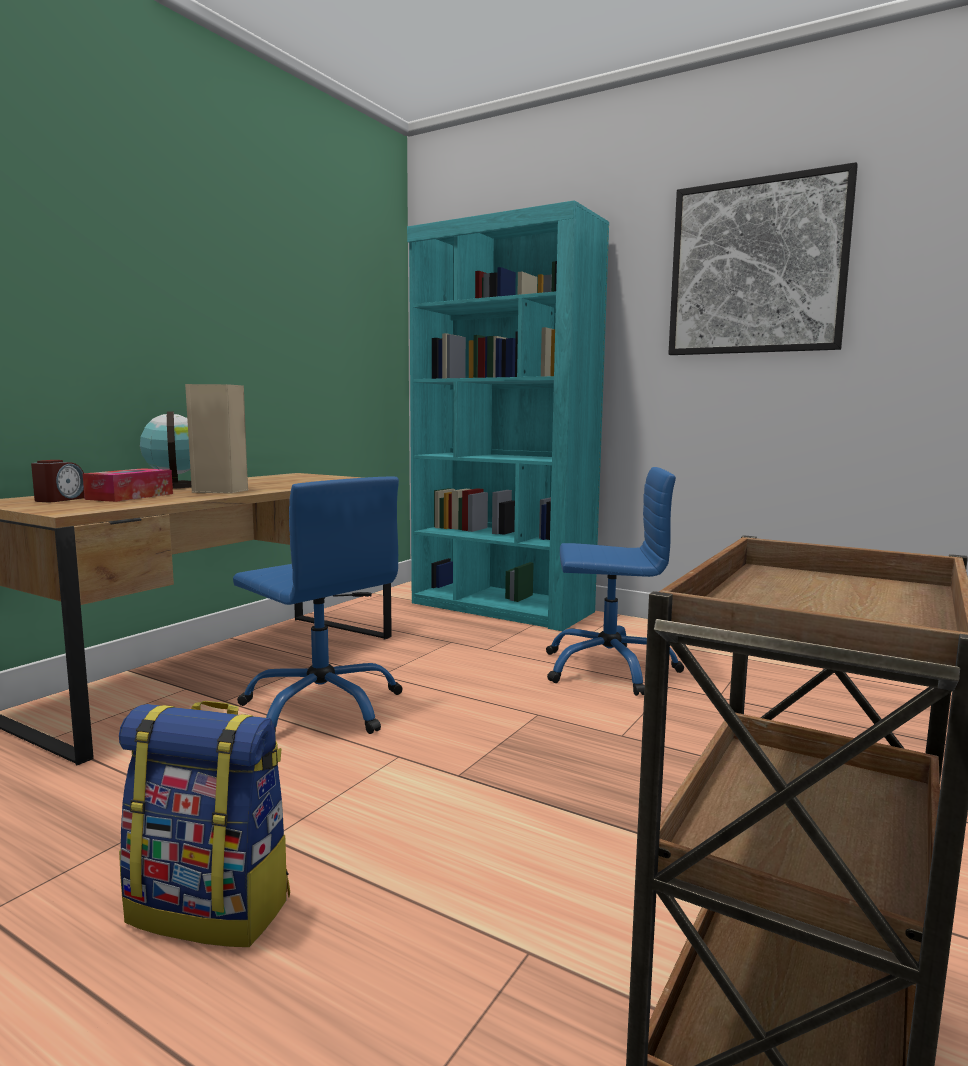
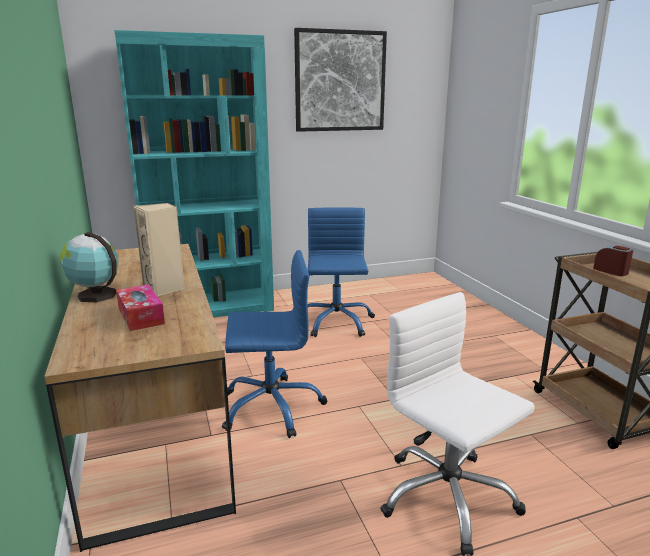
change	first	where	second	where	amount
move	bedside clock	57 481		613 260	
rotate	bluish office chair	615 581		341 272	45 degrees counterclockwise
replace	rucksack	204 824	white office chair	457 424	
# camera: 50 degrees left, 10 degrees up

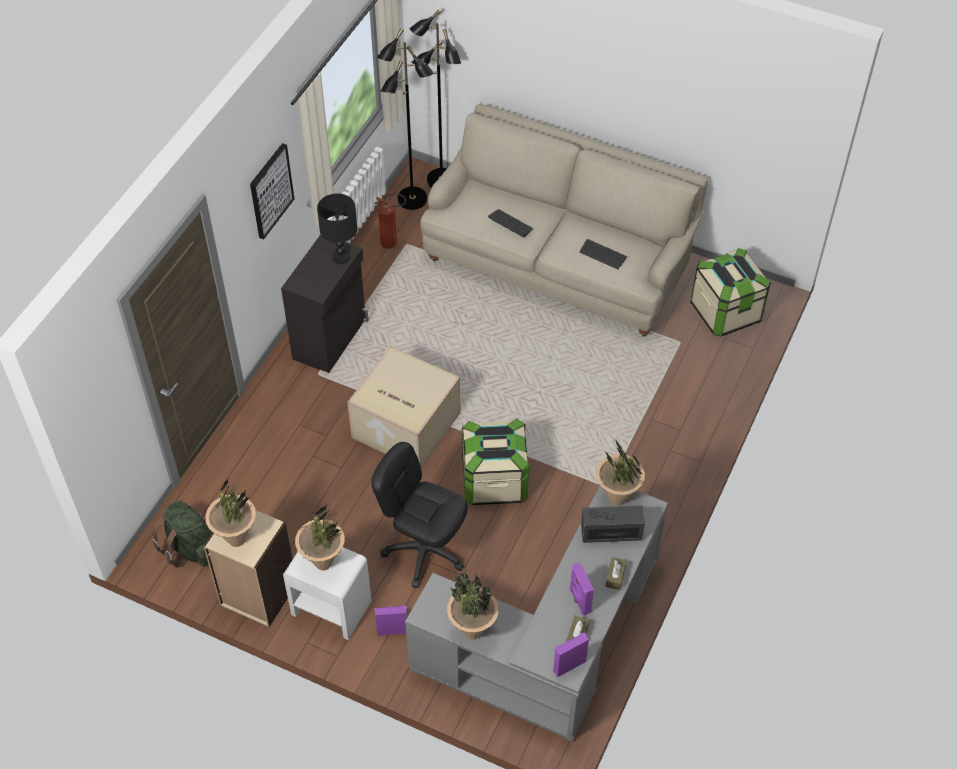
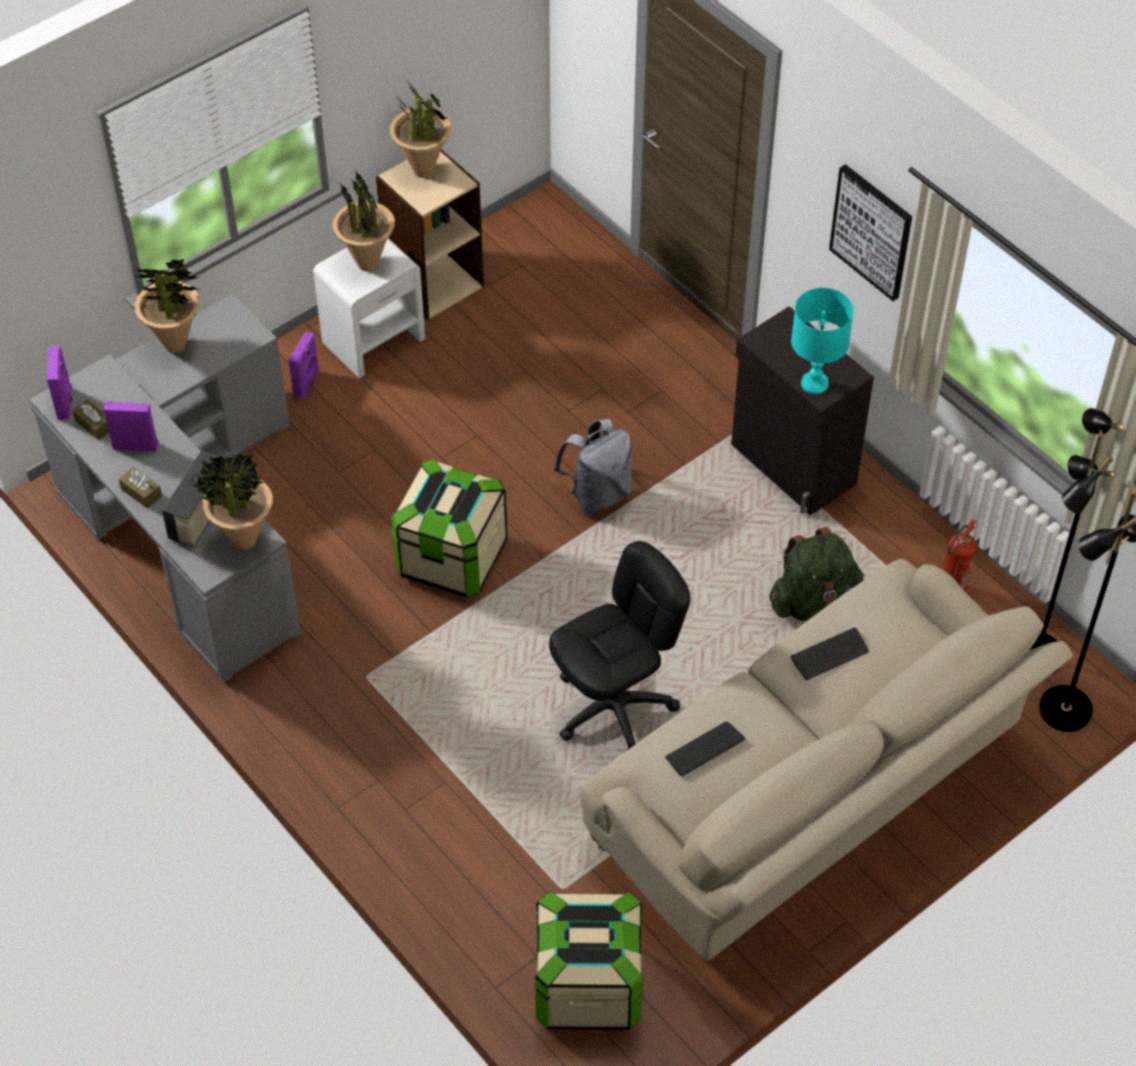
change	first	where	second	where	amount
recolor	blackish lamp for a table	337 228	blue-green lamp for a table	822 341	
replace	cardboard box	403 407	grey rucksack	592 467	
move	blackish office chair	419 515		619 645	
move	greenish rucksack	182 534		817 574	
# camera: 115 degrees right, 0 degrees up

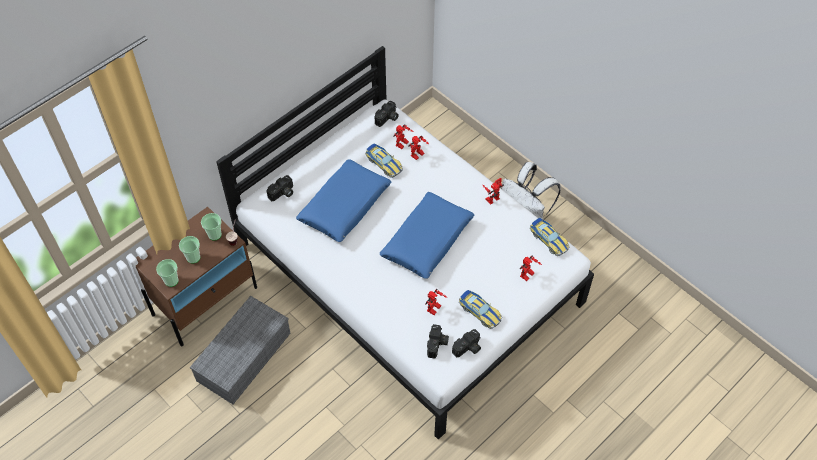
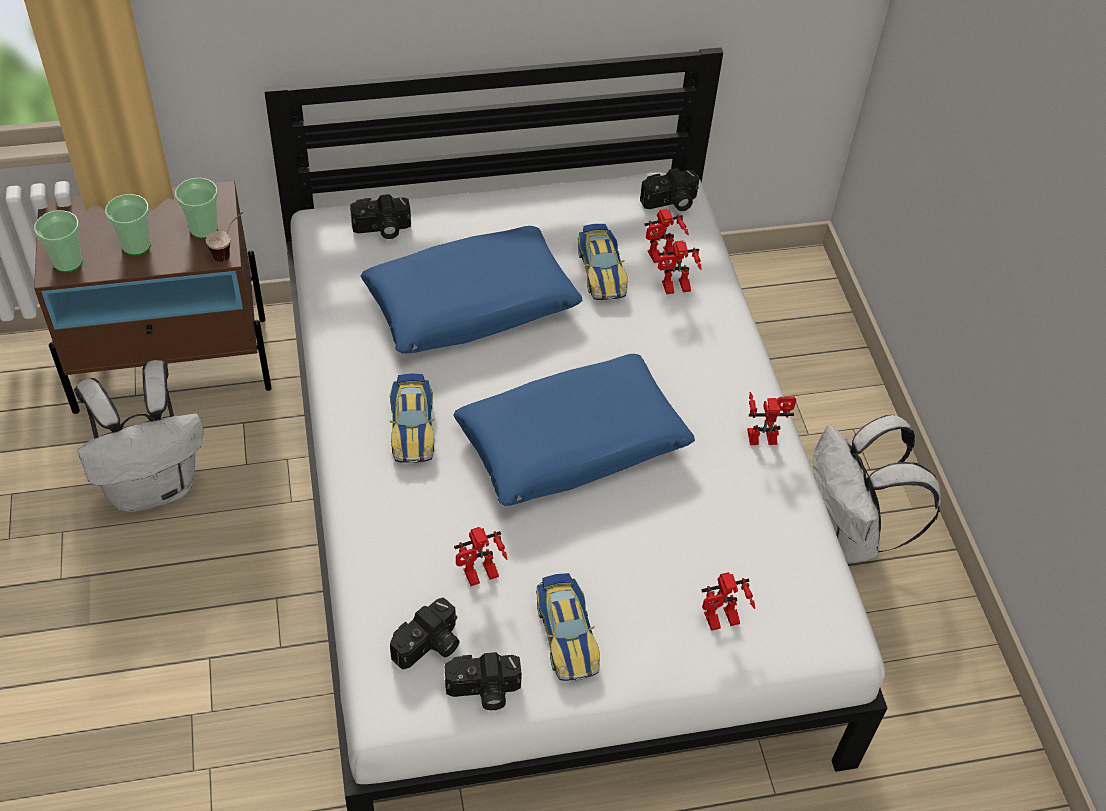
change	first	where	second	where	amount
move	toy car	550 237		412 418	
replace	grey storage container	240 350	white rucksack	139 436	
# camera: 30 degrees right, 5 degrees down

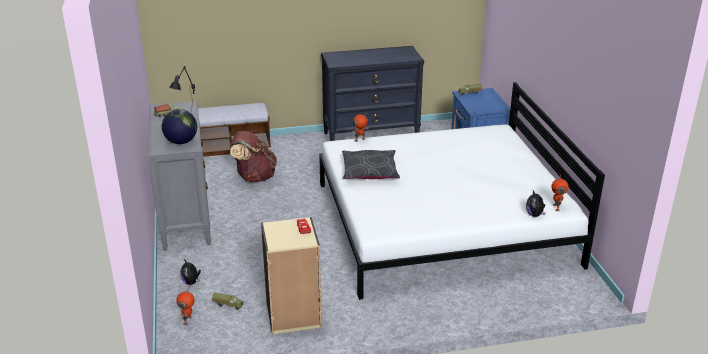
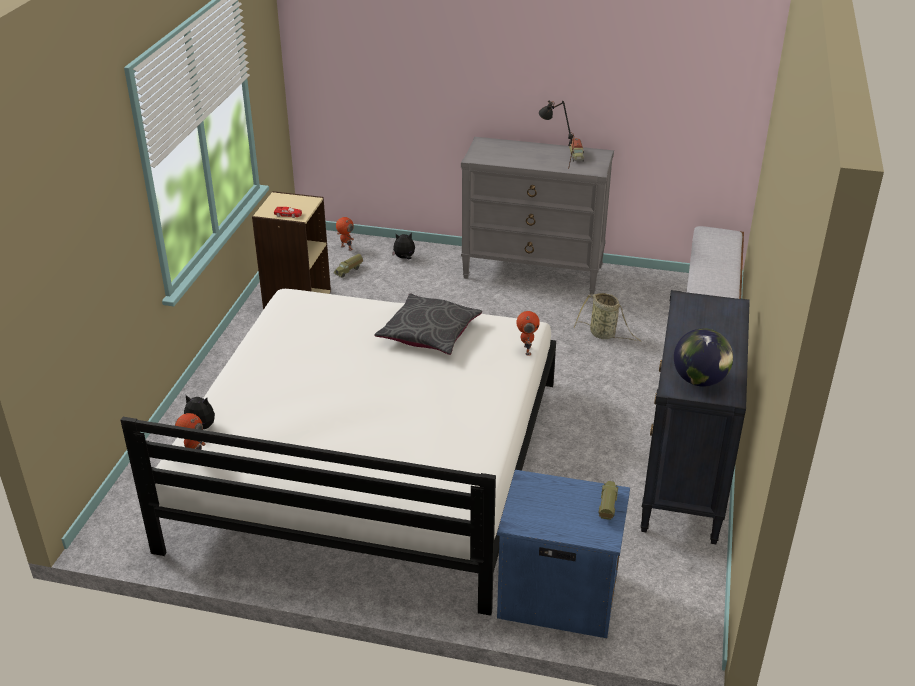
change	first	where	second	where	amount
move	globe	179 126		703 357	
replace	brown rucksack	253 156	storage basket	607 317	
# camera: 115 degrees right, 5 degrees up

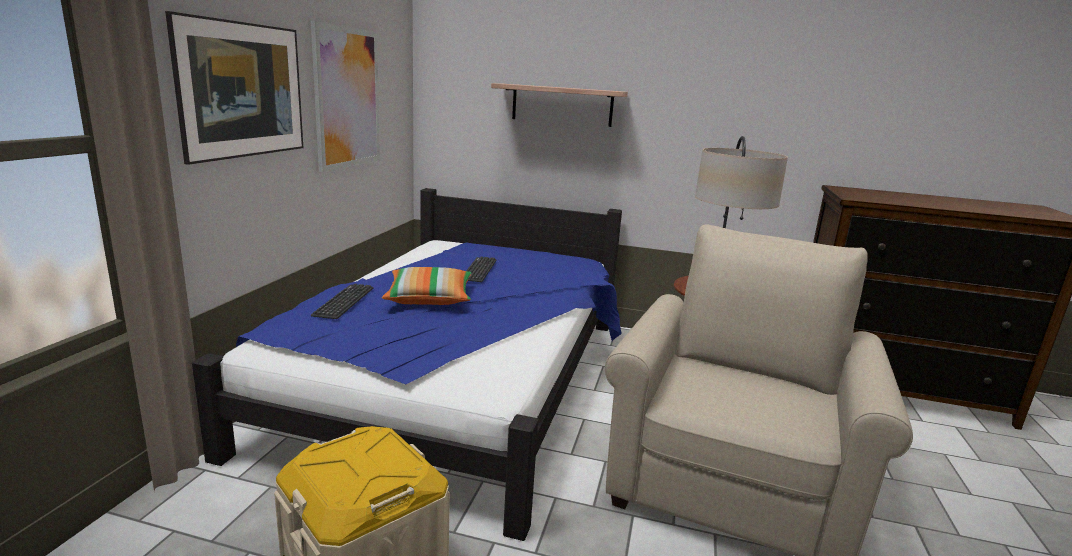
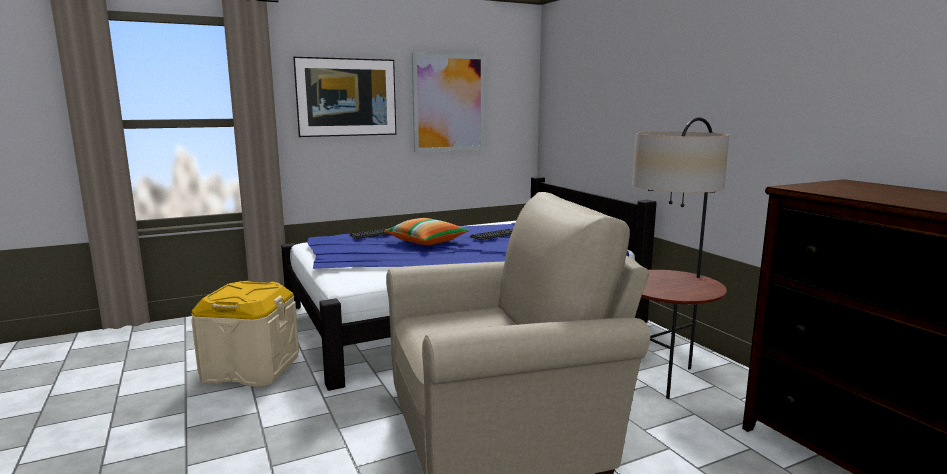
change	first	where	second	where	amount
delete	bracket shelf	559 105			
# camera: 50 degrees right, 5 degrees down

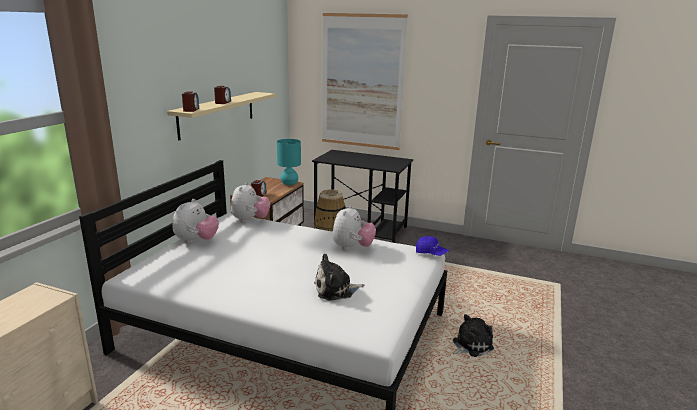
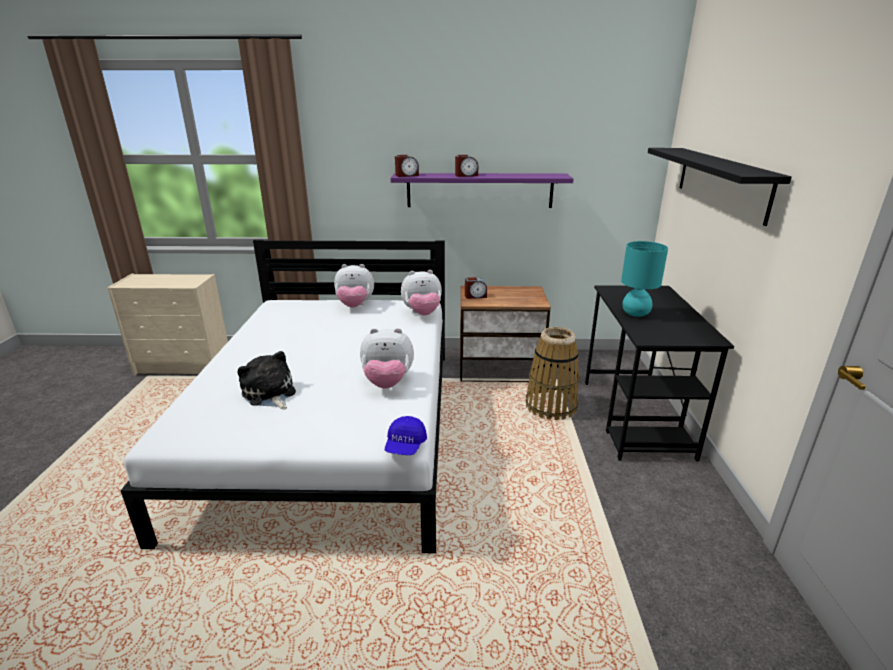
change	first	where	second	where	amount
replace	wall picture	365 81	blackish bracket shelf	720 187	
recolor	beige bracket shelf	221 116	purplish bracket shelf	482 190	
move	blue-green lamp for a table	289 162		644 279	
delete	plush toy	473 335			
# camera: 70 degrees right, 5 degrees up

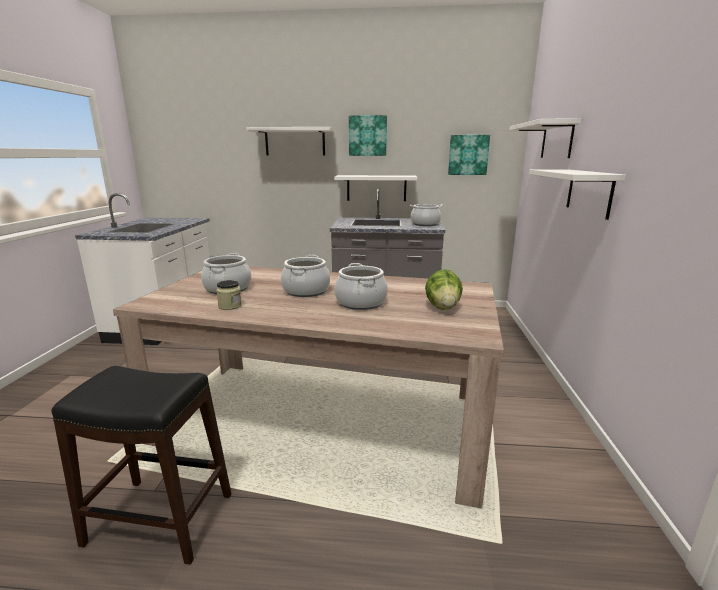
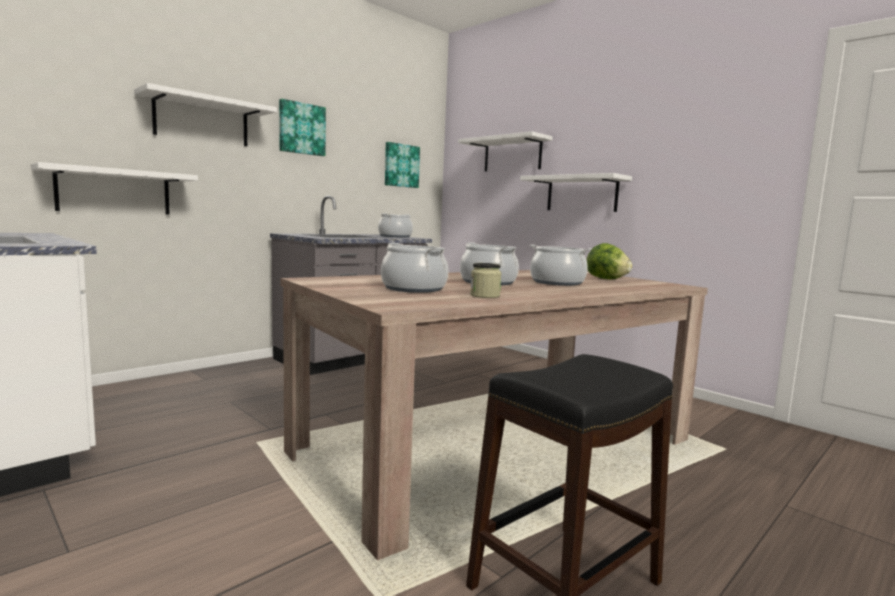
change	first	where	second	where	amount
move	white bracket shelf	375 188		114 188	
# camera: 50 degrees left, 10 degrees down

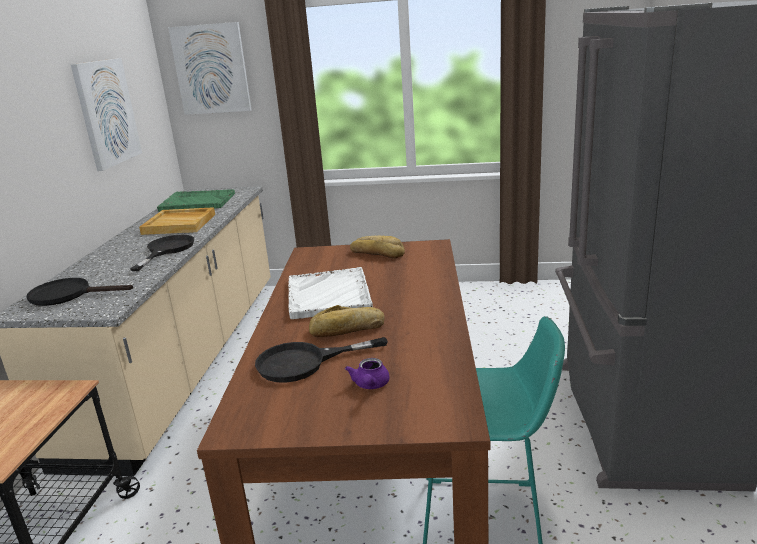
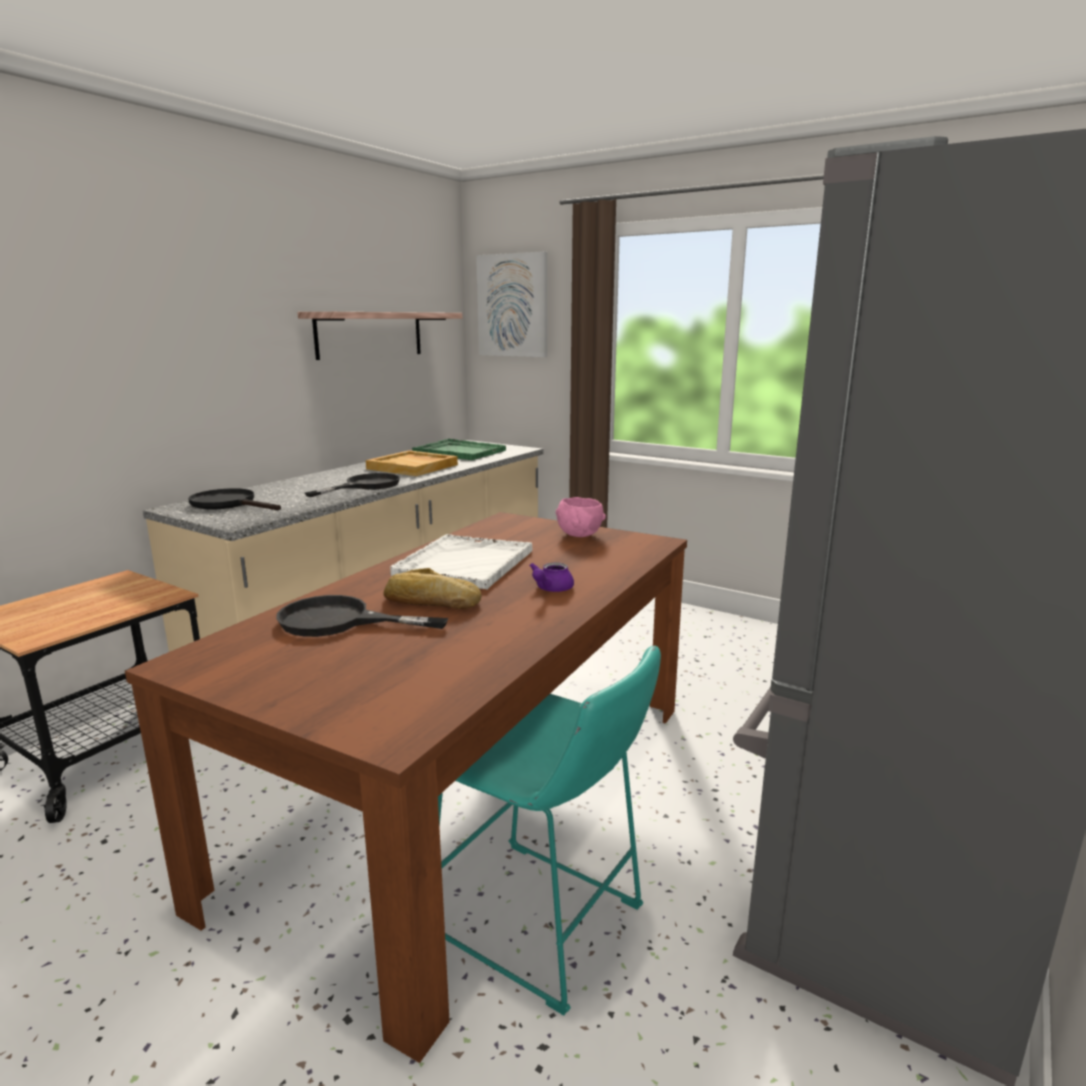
change	first	where	second	where	amount
replace	wall picture	106 114	bracket shelf	379 336	
replace	bread	377 247	pinkish deep dish	581 517	
move	purplish pot for tea	367 373		551 577	
# camera: 25 degrees right, 5 degrees down

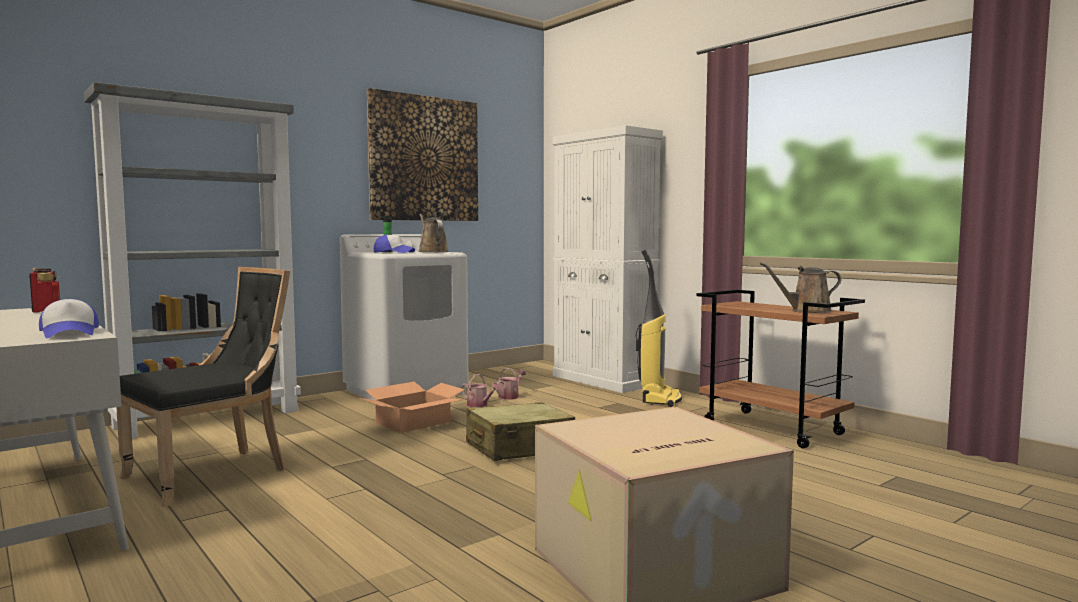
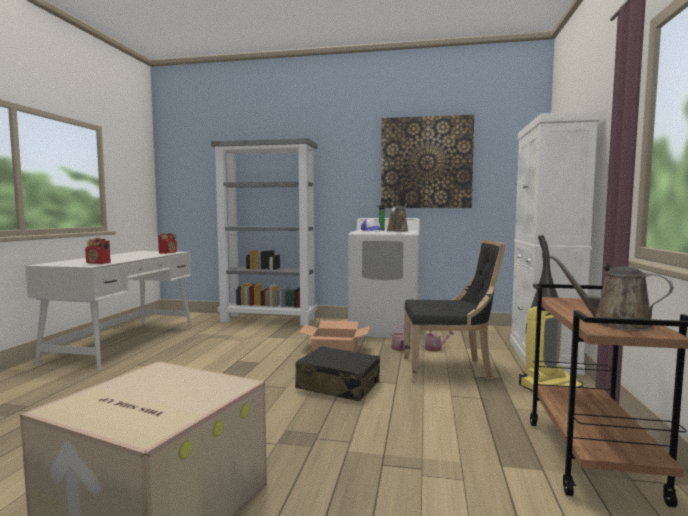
change	first	where	second	where	amount
move	blackish plain chair	203 387		454 311	
replace	baseball cap	69 318	radio receiver	98 250	
recolor	beige suitcase	520 431	blackish suitcase	337 374	
# camera: 50 degrees right, 0 degrees up

